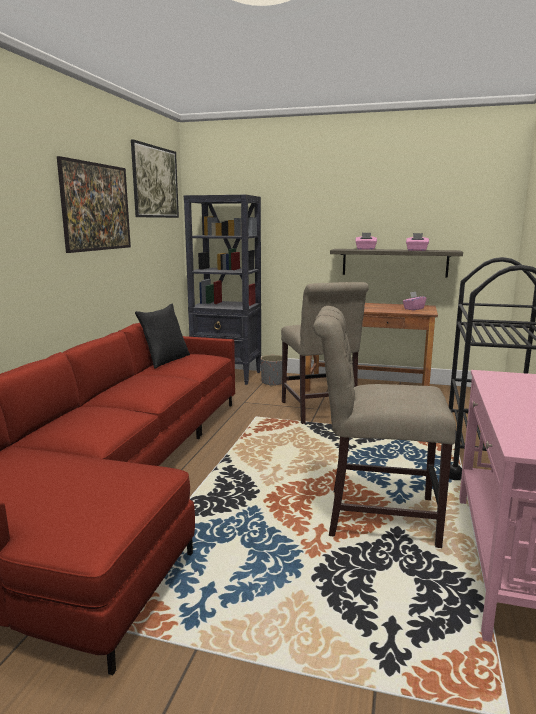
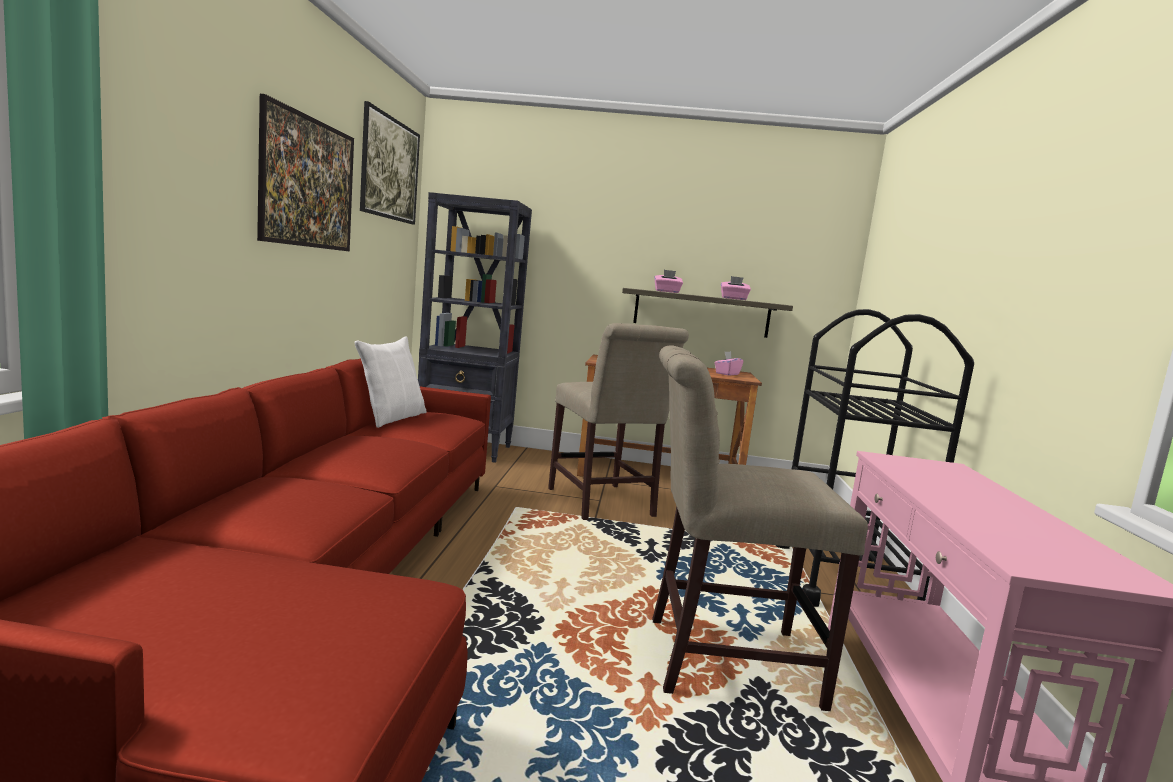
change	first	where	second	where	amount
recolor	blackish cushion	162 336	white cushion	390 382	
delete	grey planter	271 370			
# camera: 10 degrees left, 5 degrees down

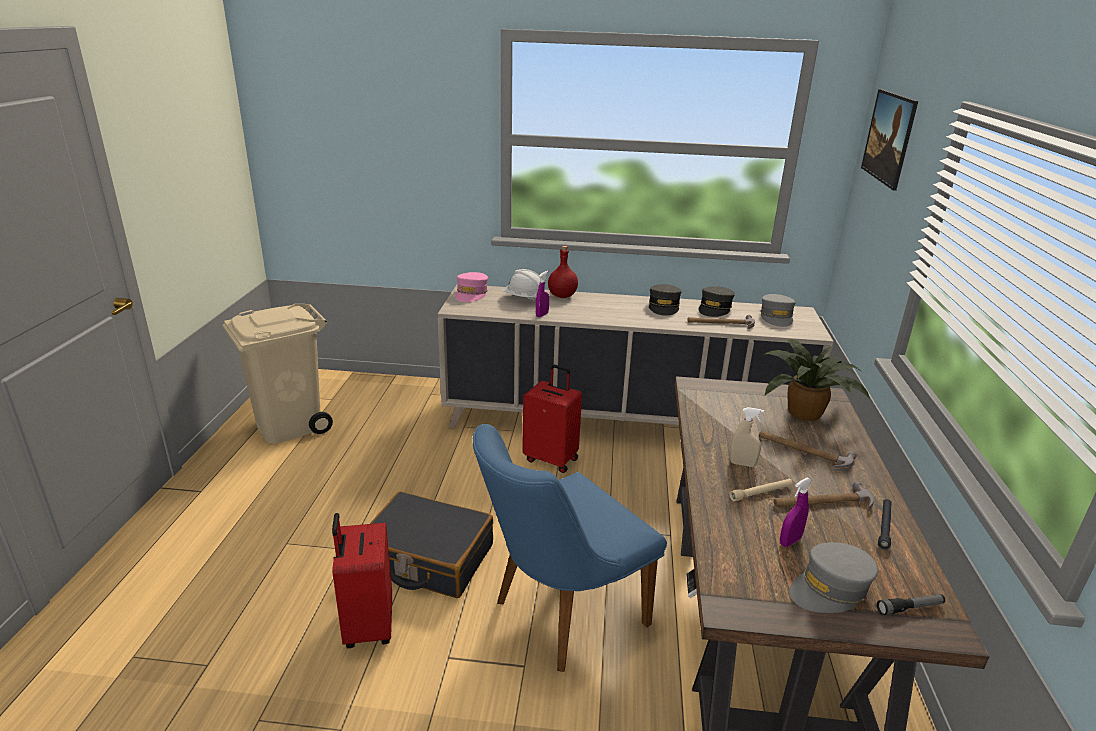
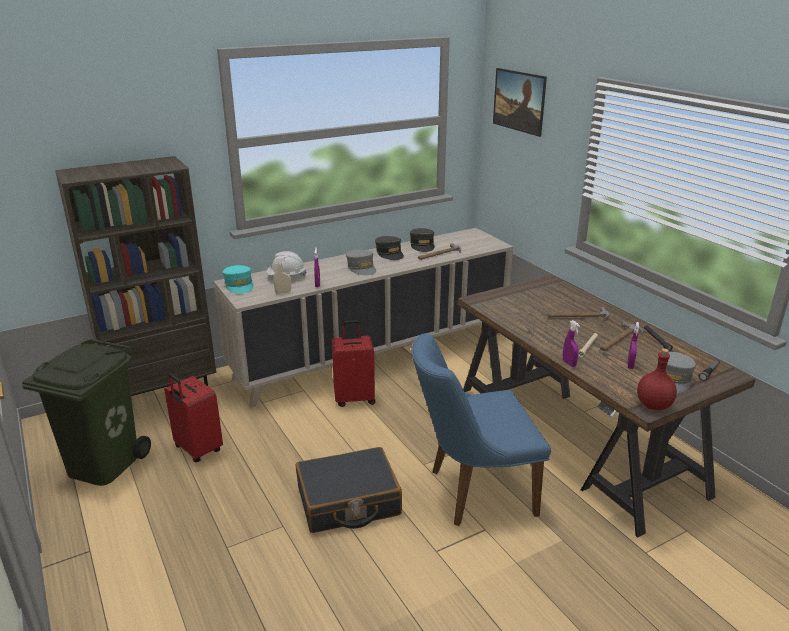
change	first	where	second	where	amount
move	red bottle	563 272		657 379	
recolor	pinkish baseball cap	471 287	blue-green baseball cap	238 279	
move	grey baseball cap	778 310		361 262	
recolor	beige waste bin	277 374	greenish waste bin	86 412	
delete	plant in a pot	816 380			
move	beige spray bottle	747 437		282 275	
rotate	bluish plain chair	570 548		481 429	60 degrees clockwise
move	red suitcase	362 580		193 417	
insert			brown shelving unit	135 276	
insert			purplish spray bottle	571 343	
# camera: 35 degrees left, 0 degrees up

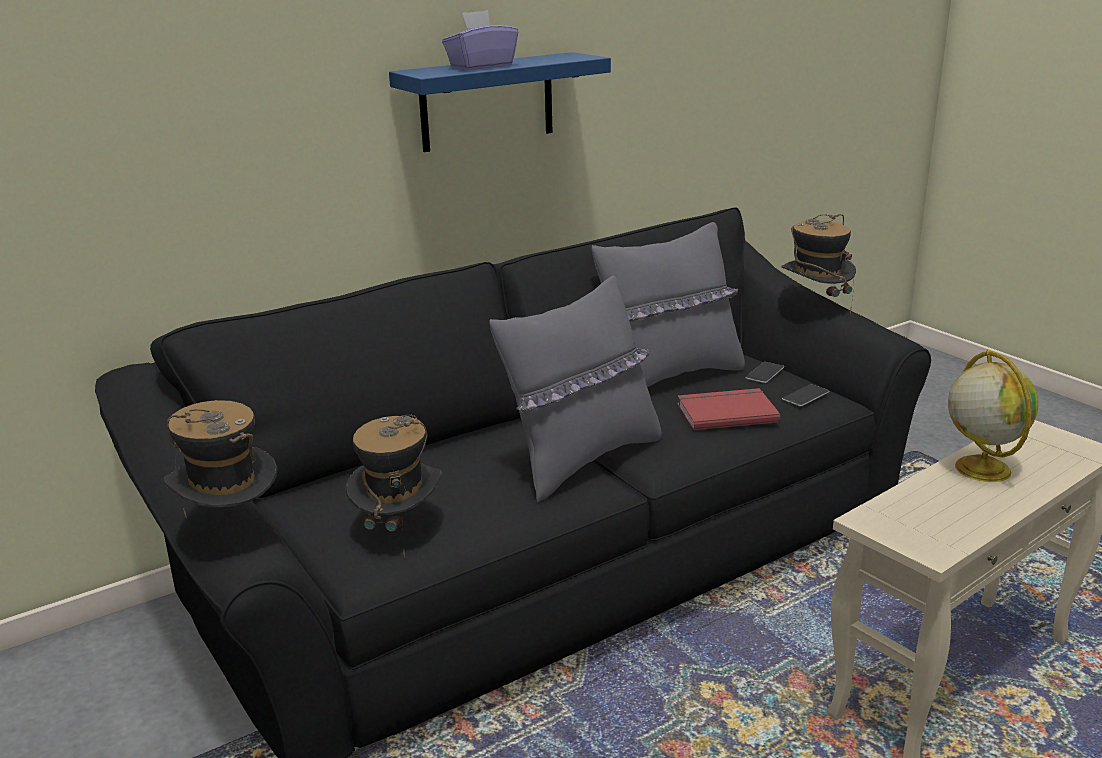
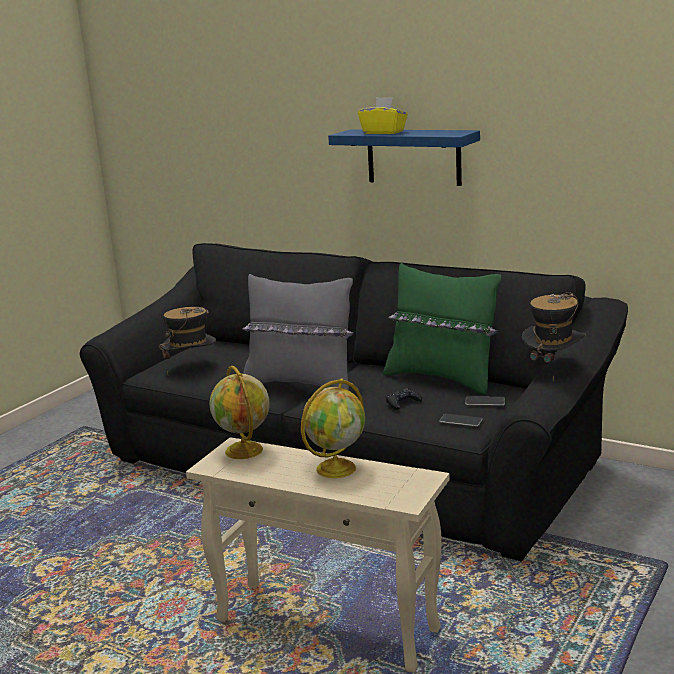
change	first	where	second	where	amount
recolor	purplish tissue box	480 40	yellowish tissue box	383 115	
recolor	grey cushion	668 304	greenish cushion	442 329	
replace	red book	728 409	blackish game controller	403 399	
delete	clothing hat	220 458			
insert			globe	240 412	
# camera: 65 degrees right, 5 degrees down

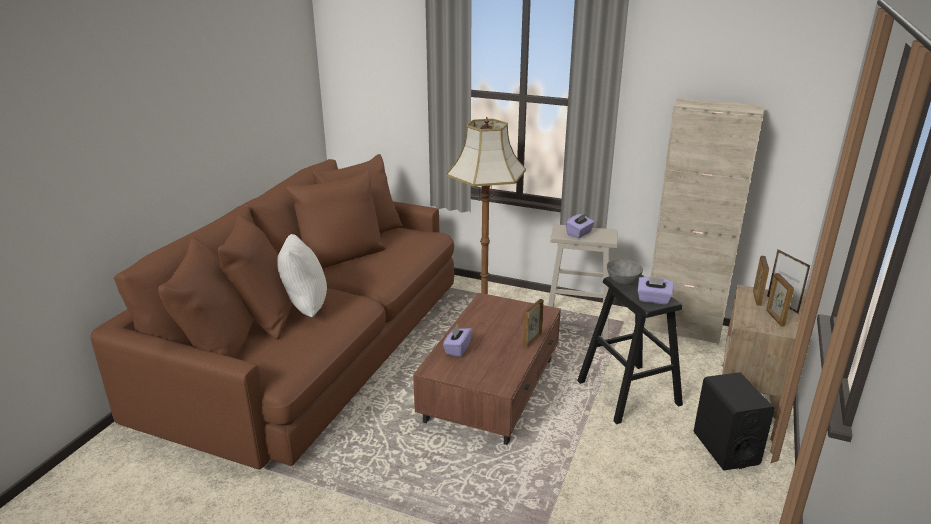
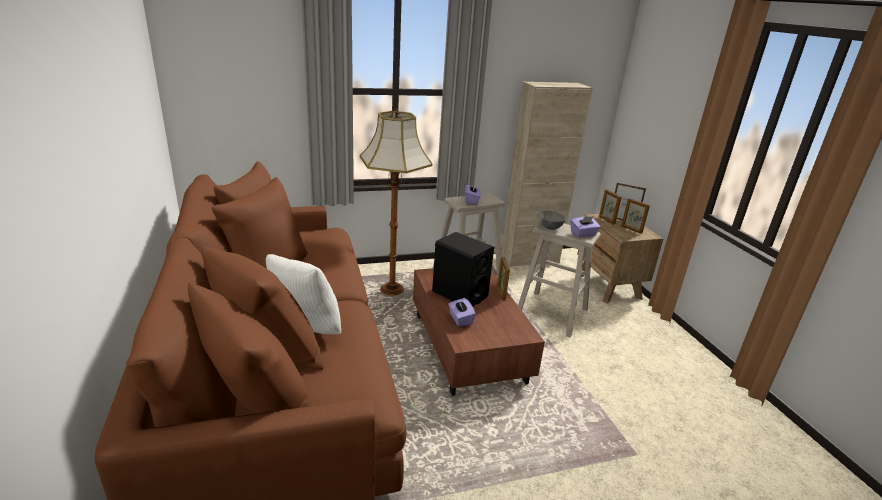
change	first	where	second	where	amount
recolor	blackish sitting stool	630 349	beige sitting stool	559 280	
move	blackish loudspeaker	734 421		463 269	
# camera: 40 degrees left, 0 degrees up

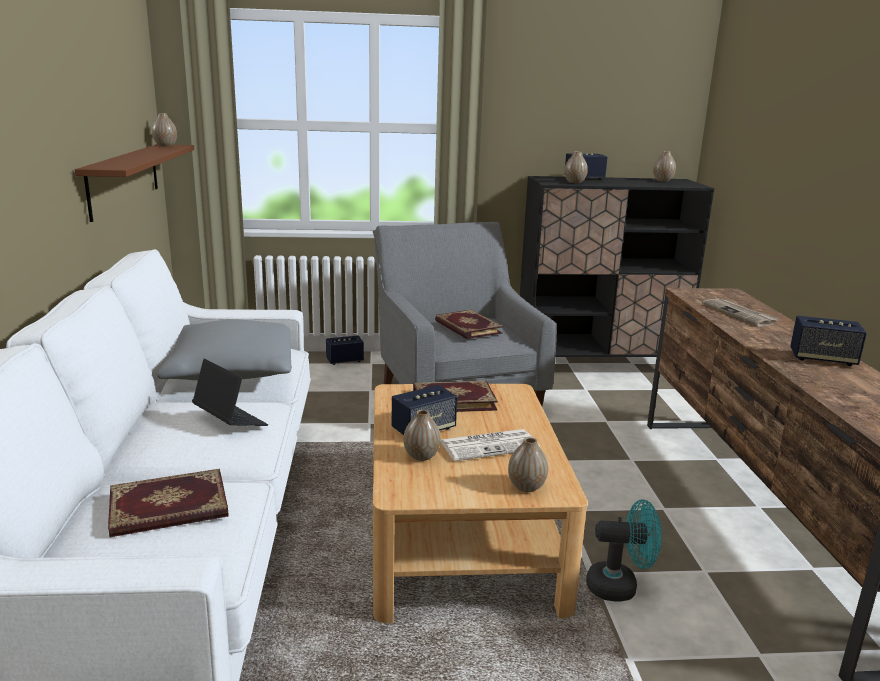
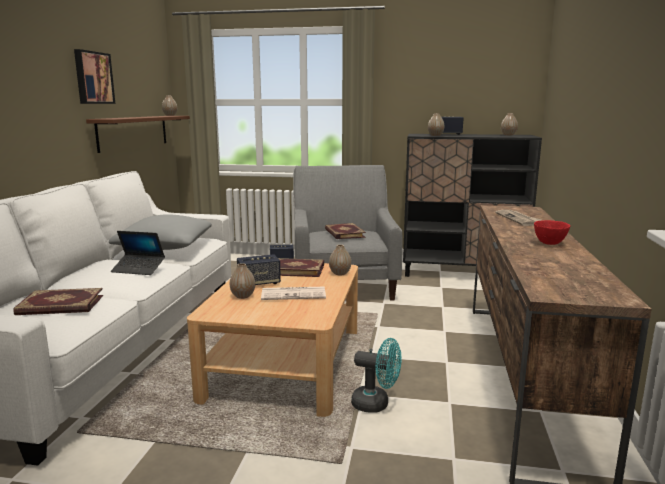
change	first	where	second	where	amount
replace	loudspeaker	828 341	red deep dish	552 232	
rotate	laptop	230 392		138 253	135 degrees clockwise
move	vase	528 464		340 260	
insert			wall picture	94 76	
# camera: 15 degrees right, 5 degrees down

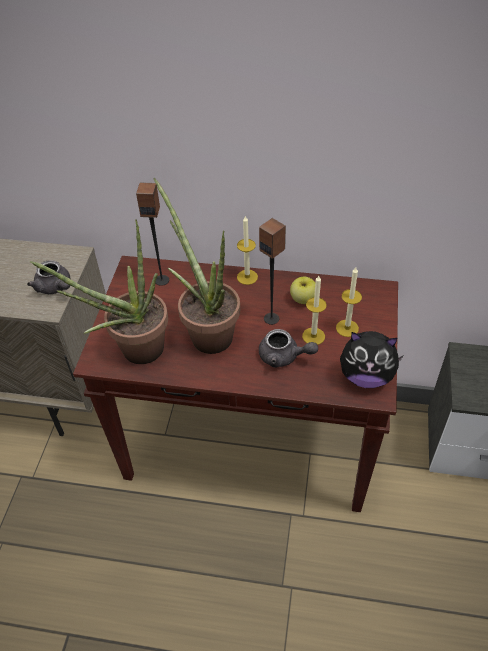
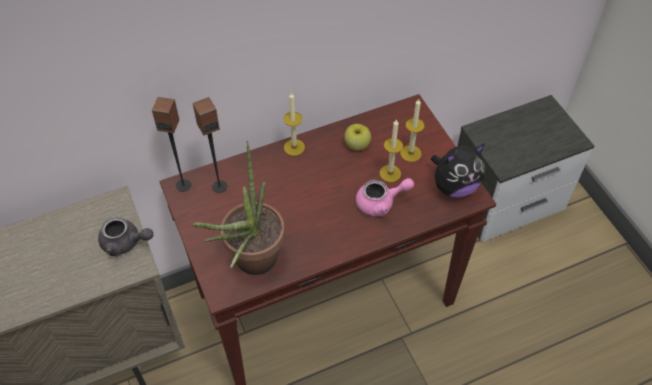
change	first	where	second	where	amount
delete	plant in a pot	196 265			
move	loudspeaker	272 271		171 144	
recolor	grey pot for tea	288 348	pinkish pot for tea	385 197	
# camera: 35 degrees left, 5 degrees up

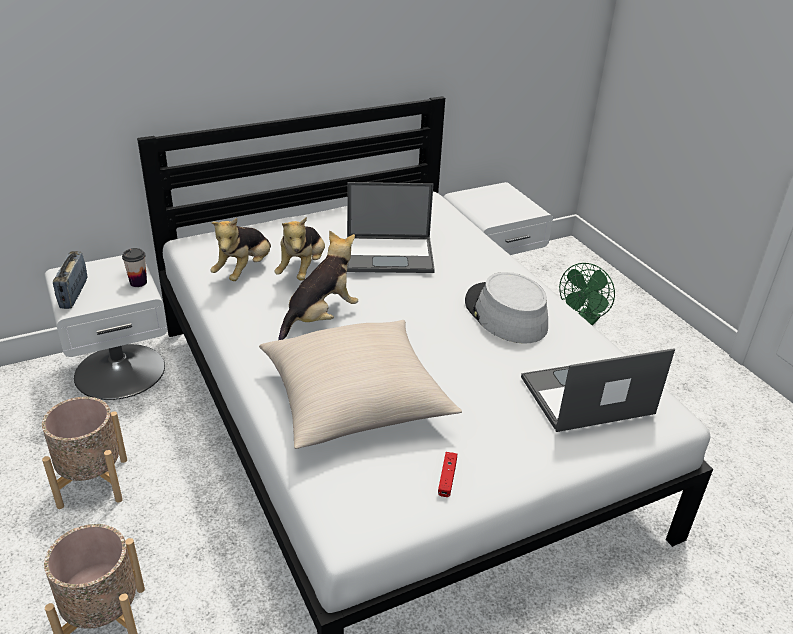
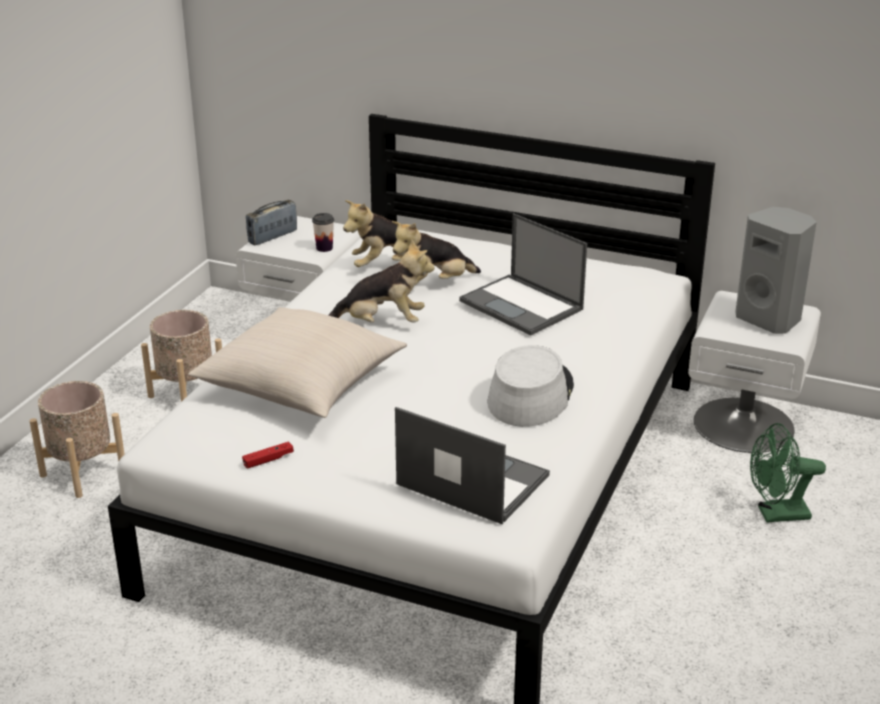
change	first	where	second	where	amount
insert			grey loudspeaker	776 270	
# camera: 50 degrees right, 5 degrees down

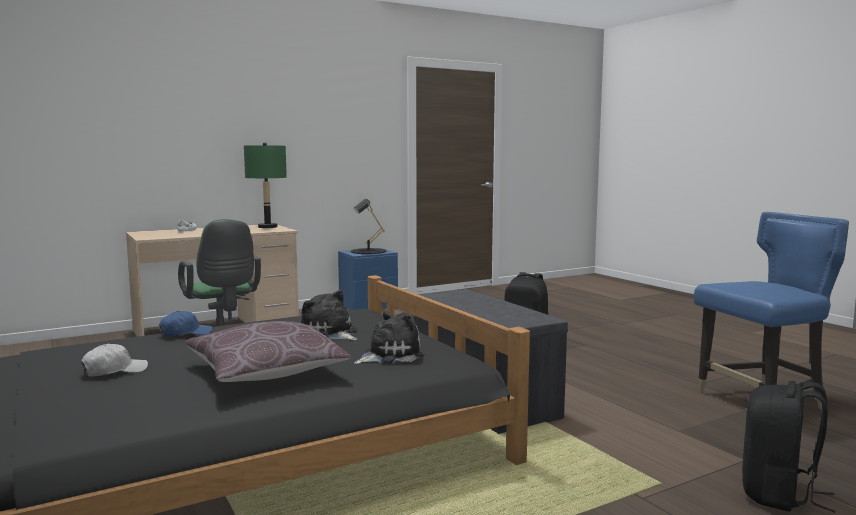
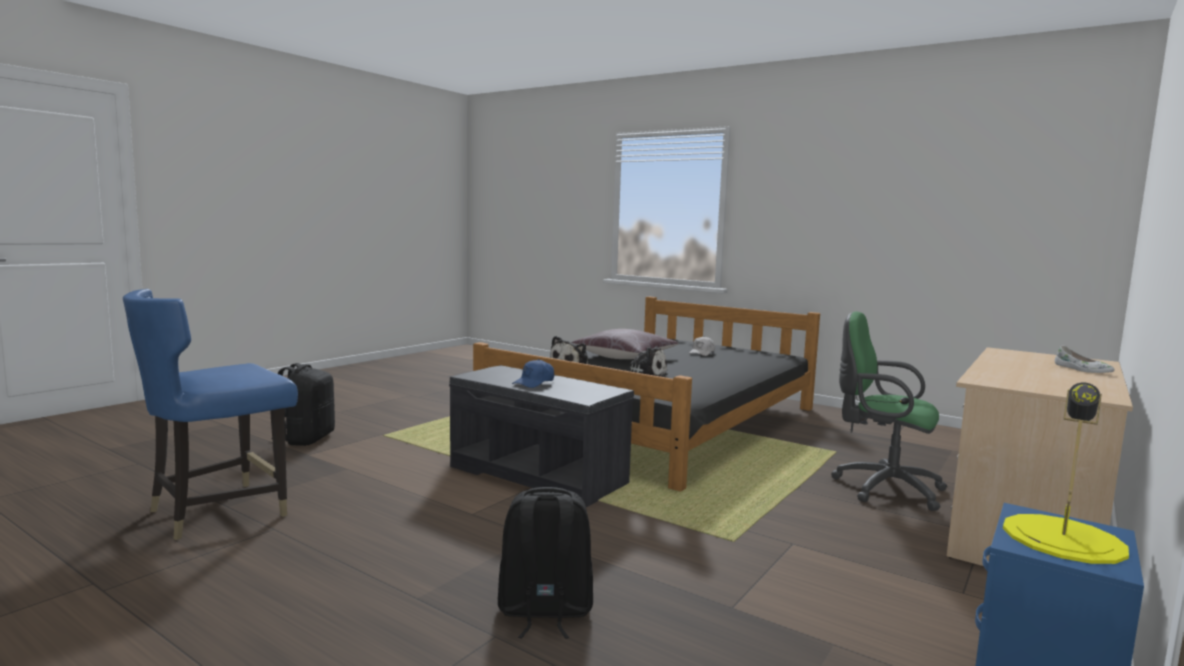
change	first	where	second	where	amount
delete	greenish lamp for a table	265 185			
recolor	blackish lamp for a table	369 226	yellowish lamp for a table	1066 473	
move	bluish baseball cap	185 324		533 373	
# camera: 155 degrees right, 0 degrees up

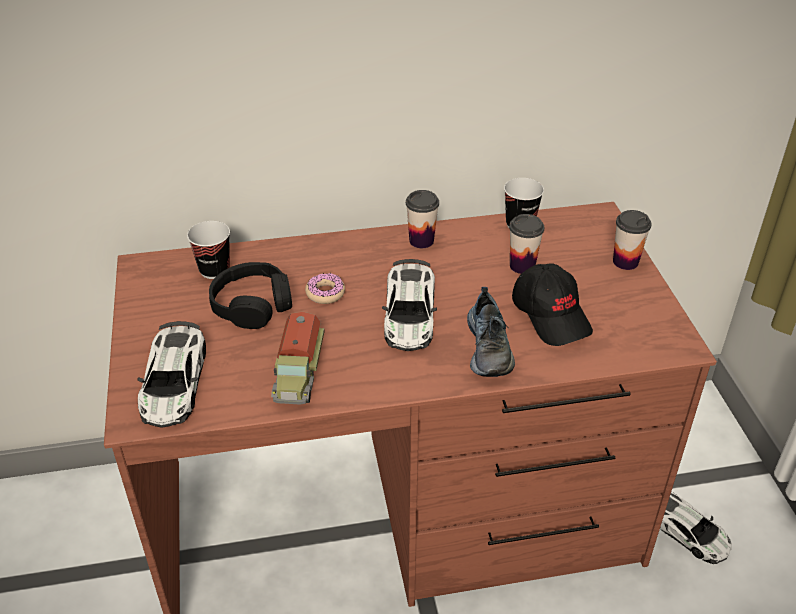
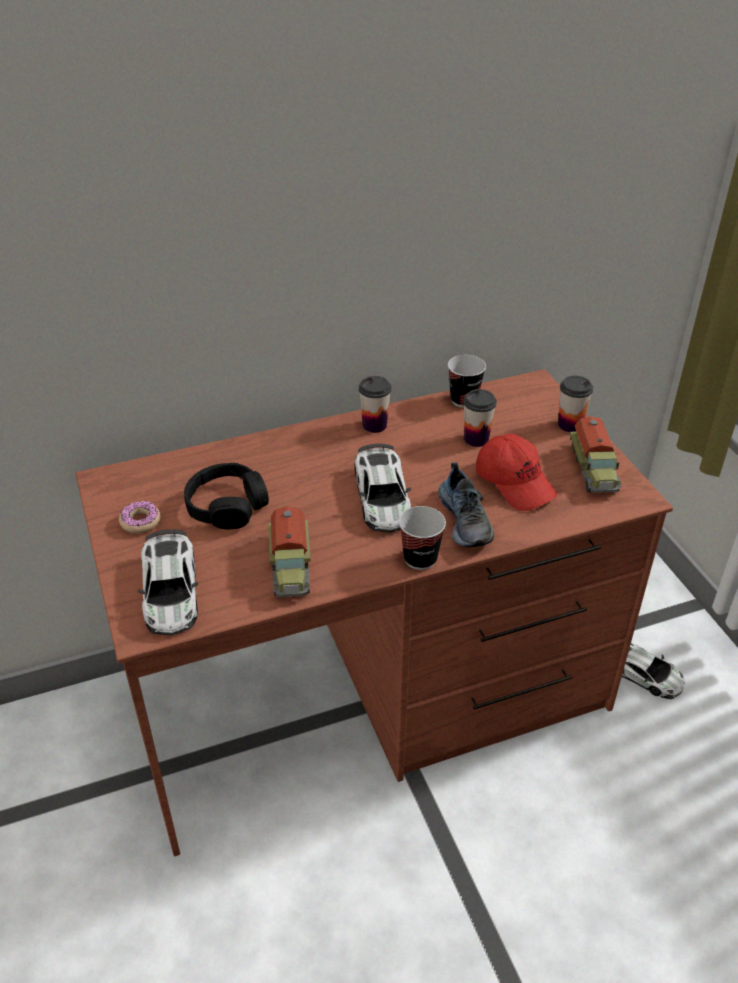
change	first	where	second	where	amount
move	cup	208 250		422 538	
recolor	blackish baseball cap	552 304	red baseball cap	516 472	
move	doughnut	325 288		140 517	
insert			toy lorry	595 454	
# camera: 10 degrees left, 0 degrees up

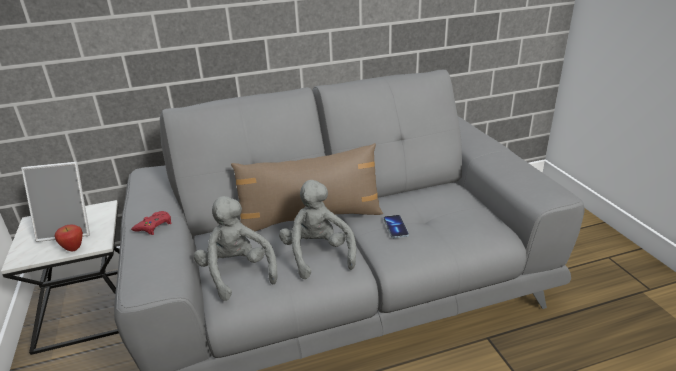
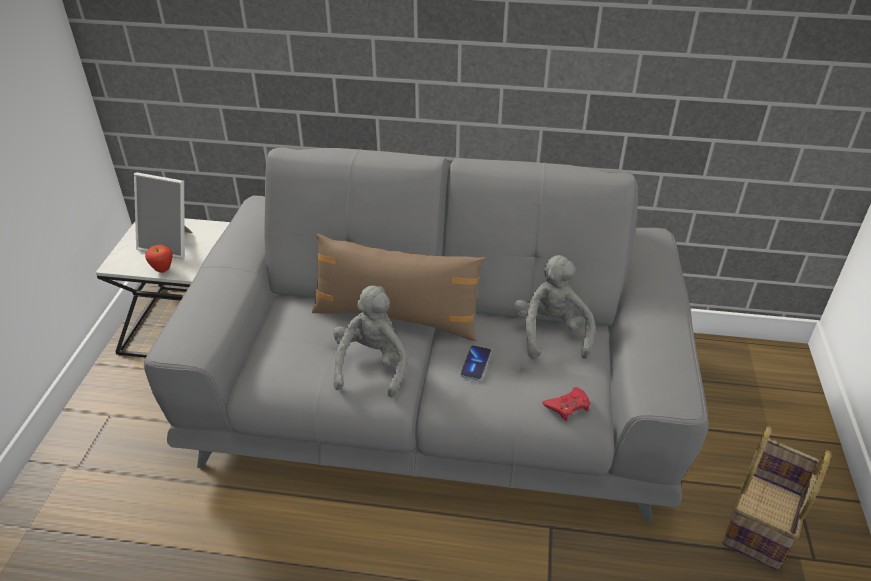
change	first	where	second	where	amount
move	grey plush toy	235 248		554 307	
move	red game controller	151 223		566 404	
insert			storage basket	776 498	
# camera: 25 degrees right, 10 degrees up

